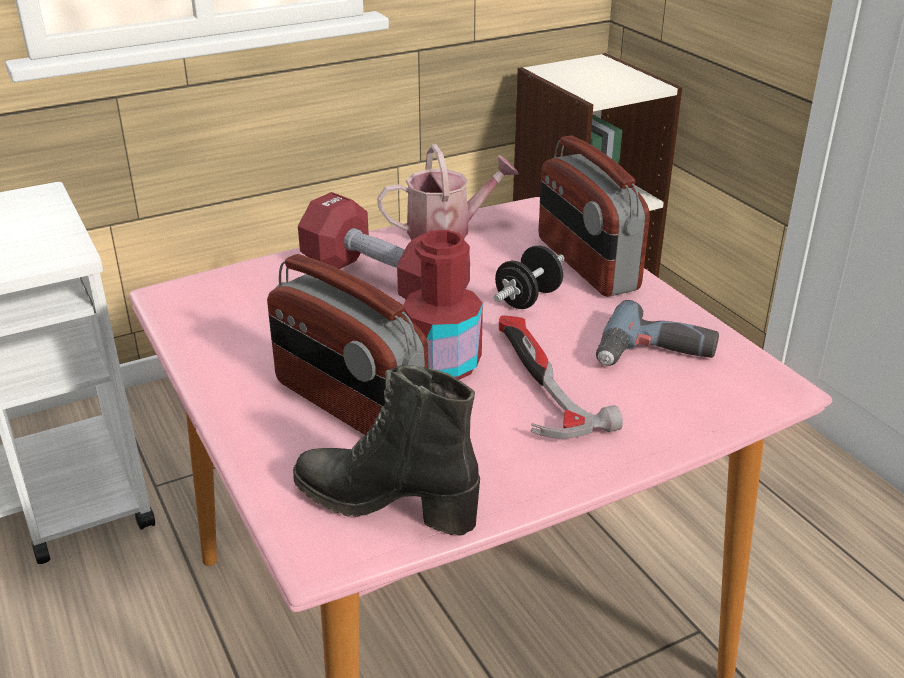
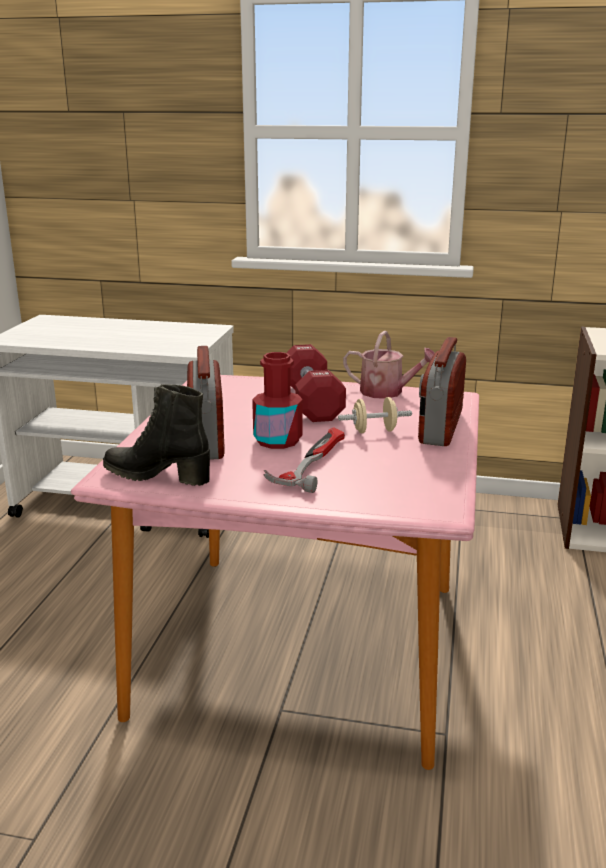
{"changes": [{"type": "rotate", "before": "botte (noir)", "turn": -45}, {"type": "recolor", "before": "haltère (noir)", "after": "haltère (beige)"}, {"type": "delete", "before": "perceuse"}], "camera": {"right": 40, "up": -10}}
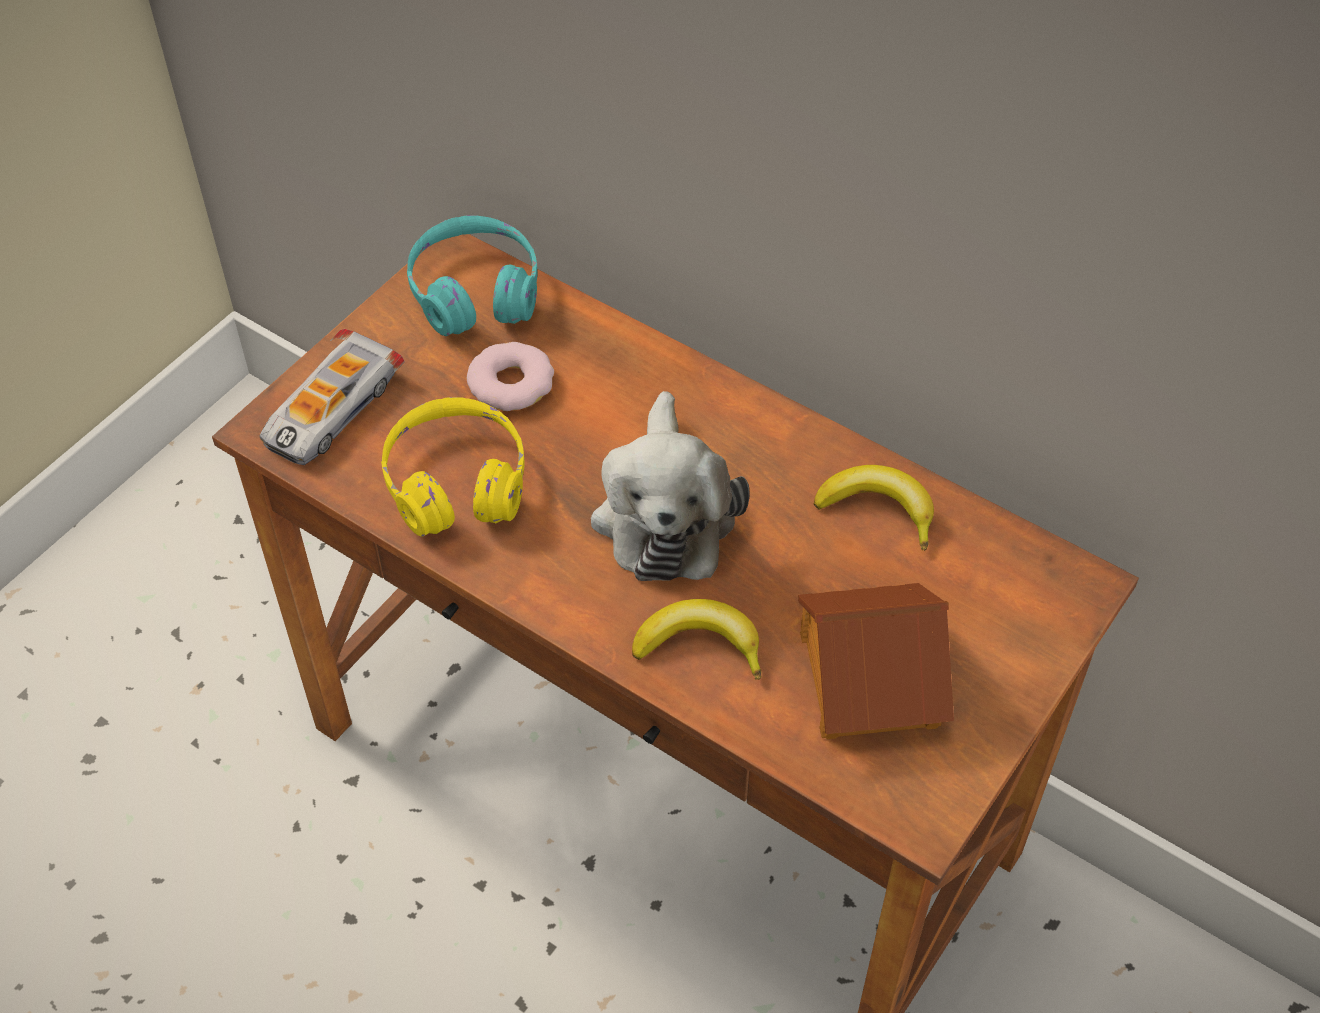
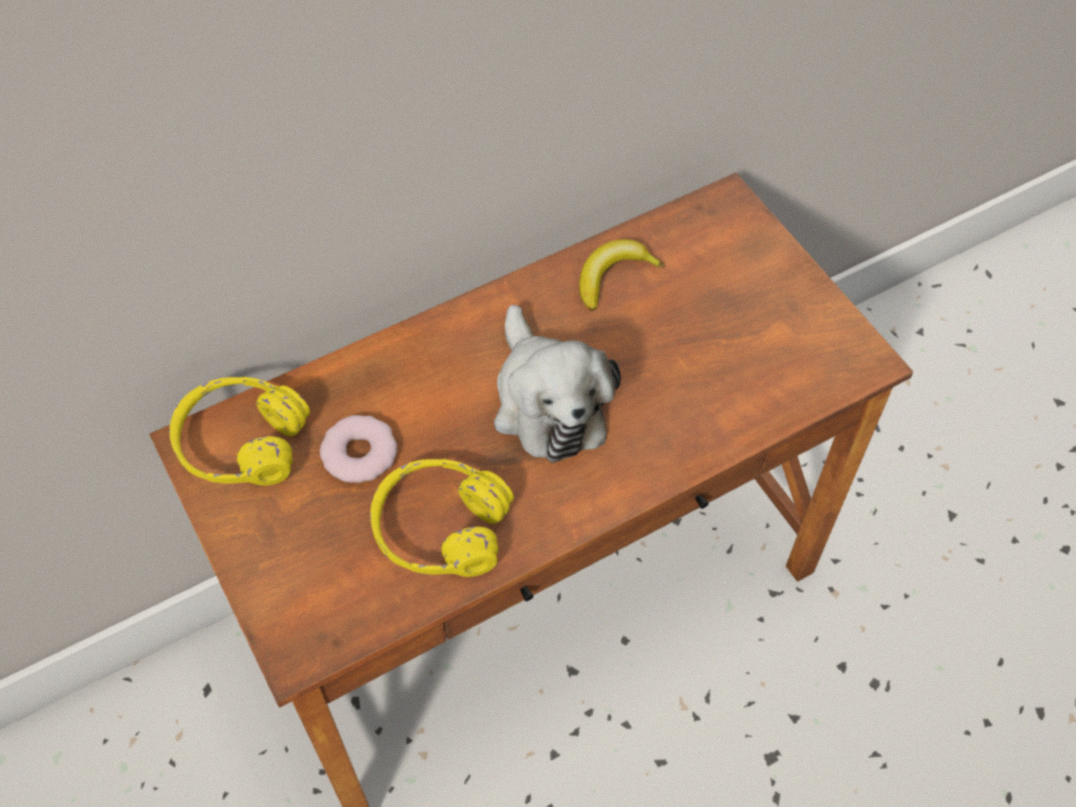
{"changes": [{"type": "recolor", "before": "casque audio (turquoise)", "after": "casque audio (jaune) (1st from left)"}, {"type": "rotate", "before": "peluche", "turn": 45}, {"type": "delete", "before": "petite voiture"}, {"type": "delete", "before": "banane (1st from left)"}, {"type": "delete", "before": "maison miniature"}], "camera": {"right": -65, "up": 5}}
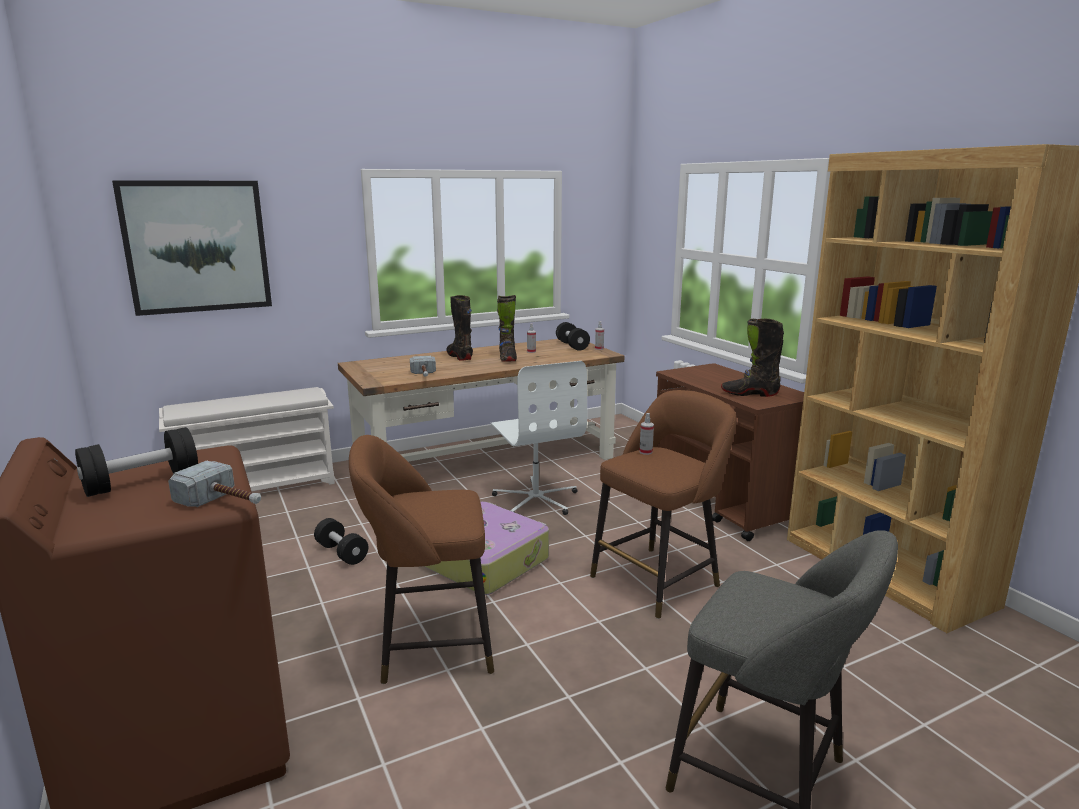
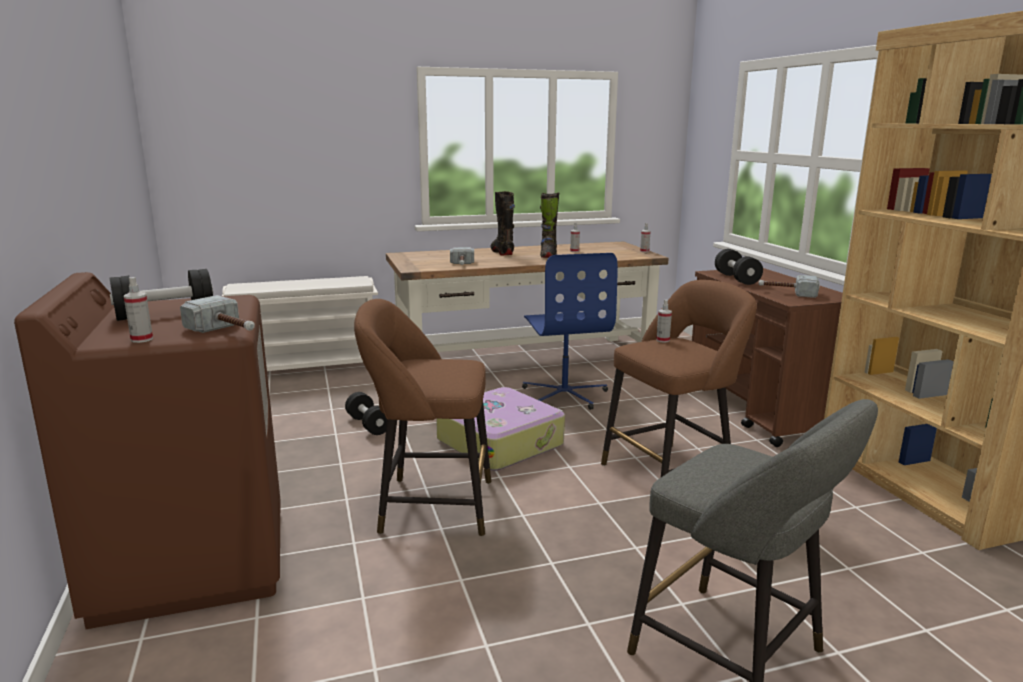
{"changes": [{"type": "insert", "after": "vaporisateur (1st from left)"}, {"type": "recolor", "before": "chaise de bureau (blanc)", "after": "chaise de bureau (bleu)"}, {"type": "move", "before": "haltère (noir) (3rd from left)"}, {"type": "replace", "before": "botte (noir) (3rd from left)", "after": "marteau (3rd from left)"}, {"type": "delete", "before": "tableau"}], "camera": {"right": 10, "up": 0}}
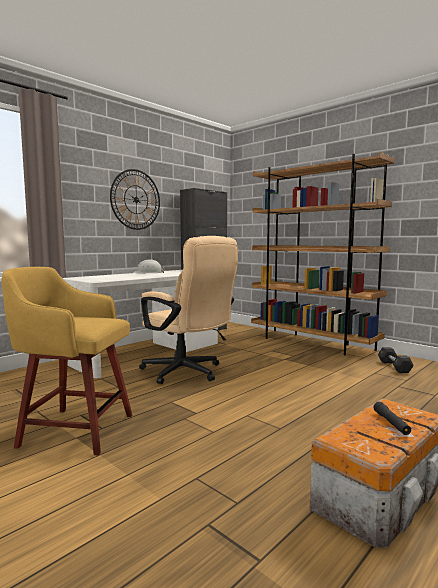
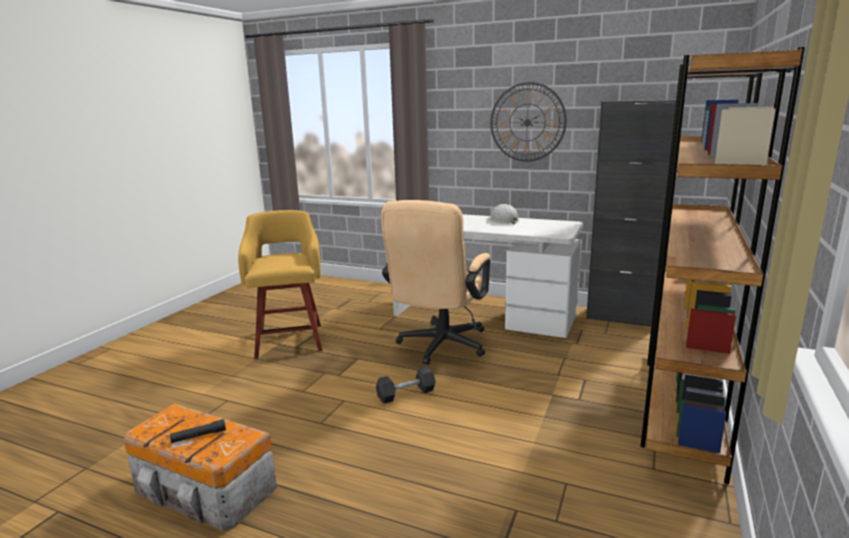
{"changes": [{"type": "move", "before": "haltère (gris)"}], "camera": {"right": 70, "up": 10}}
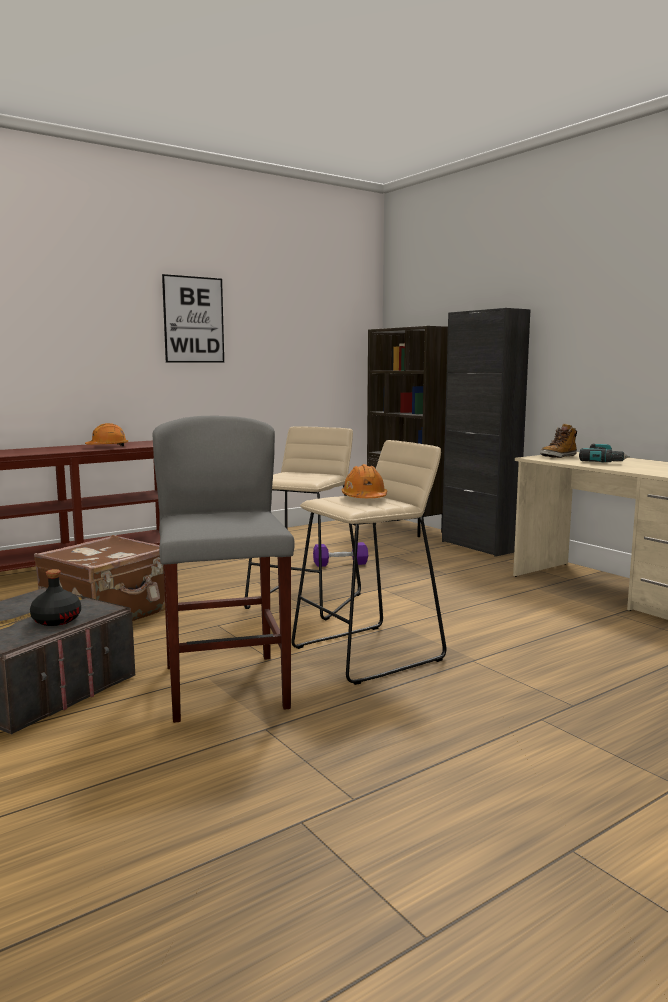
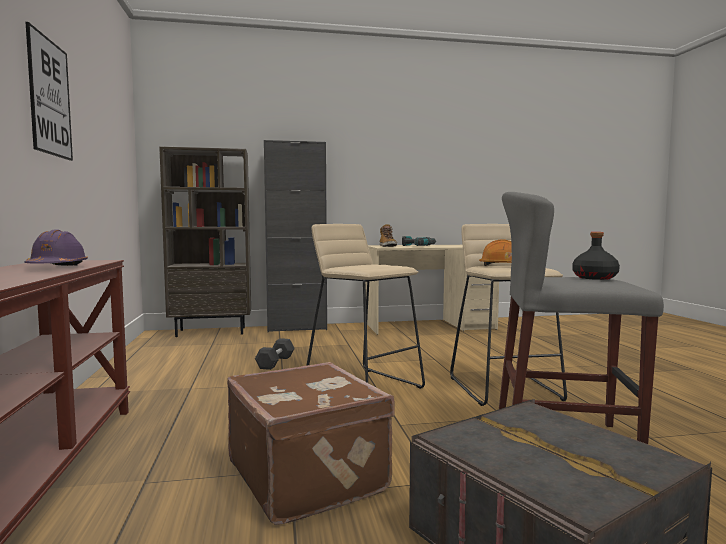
{"changes": [{"type": "recolor", "before": "casque de chantier (orange) (1st from left)", "after": "casque de chantier (violet)"}, {"type": "recolor", "before": "haltère (violet)", "after": "haltère (noir)"}, {"type": "move", "before": "bouteille (noir)"}], "camera": {"right": -65, "up": -5}}
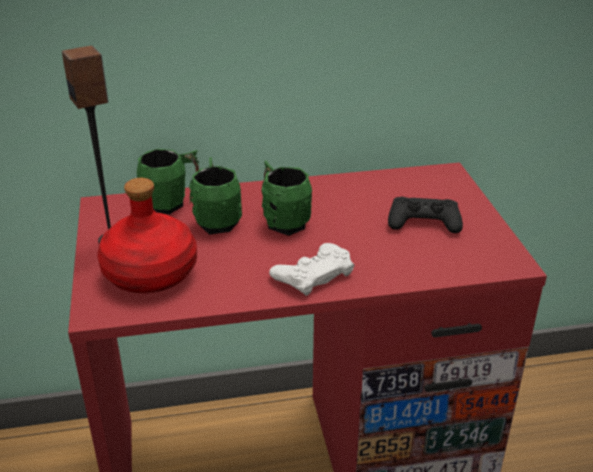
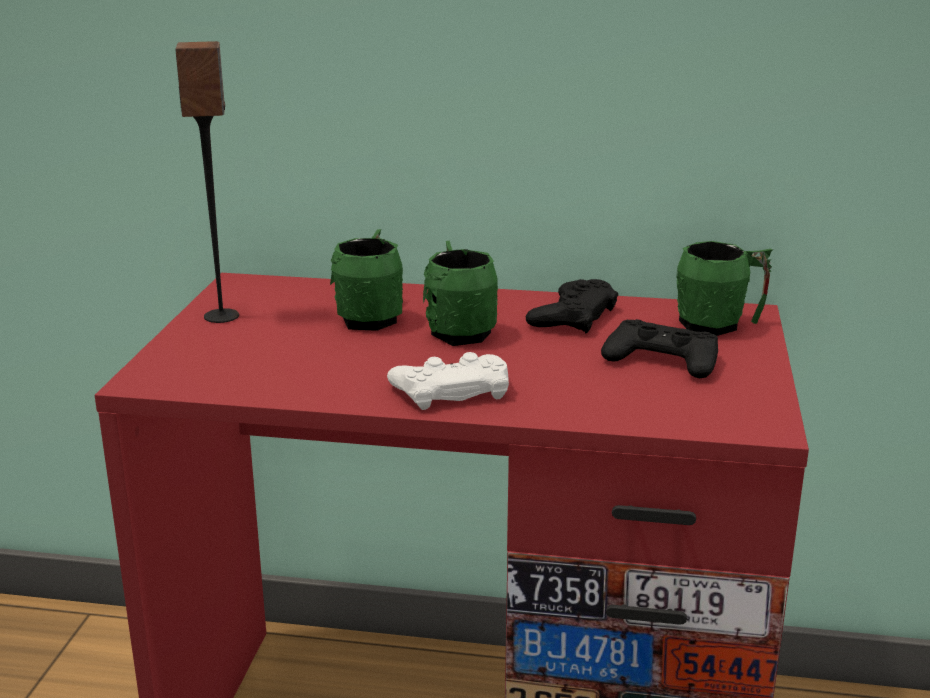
{"changes": [{"type": "insert", "after": "manette (noir) (1st from left)"}, {"type": "move", "before": "mug (vert) (1st from left in the first image)", "after": "mug (vert) (3rd from left)"}, {"type": "delete", "before": "bouteille (rouge)"}], "camera": {"right": 20, "up": -10}}
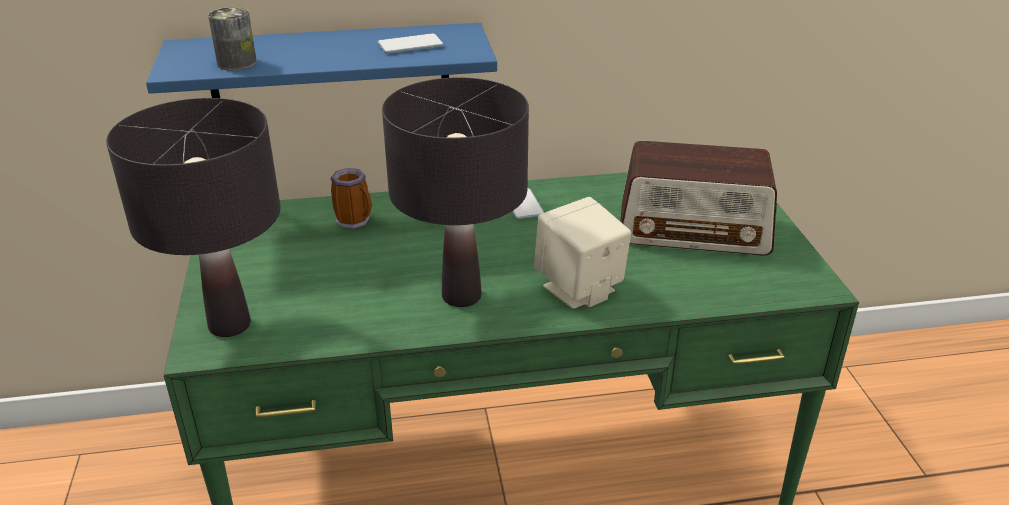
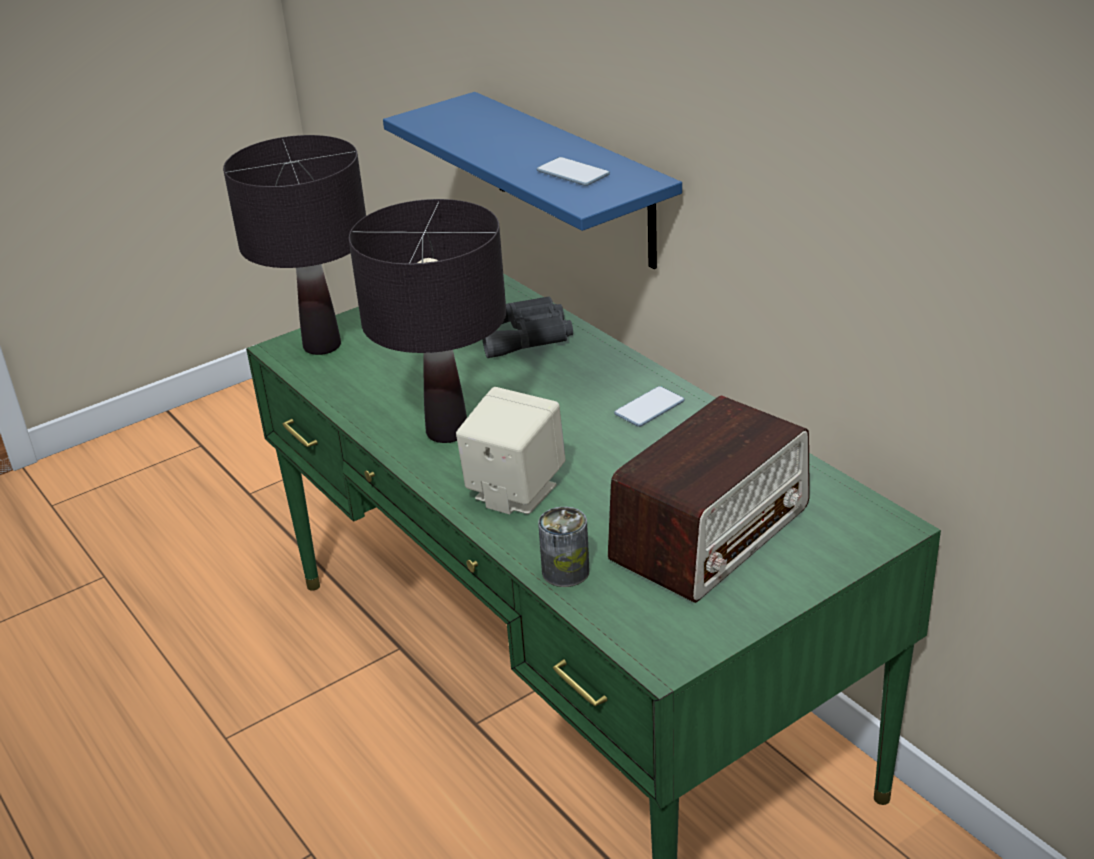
{"changes": [{"type": "replace", "before": "mug", "after": "jumelles (gris)"}, {"type": "move", "before": "boîte métallique"}, {"type": "rotate", "before": "radio", "turn": -120}], "camera": {"right": 65, "up": 0}}
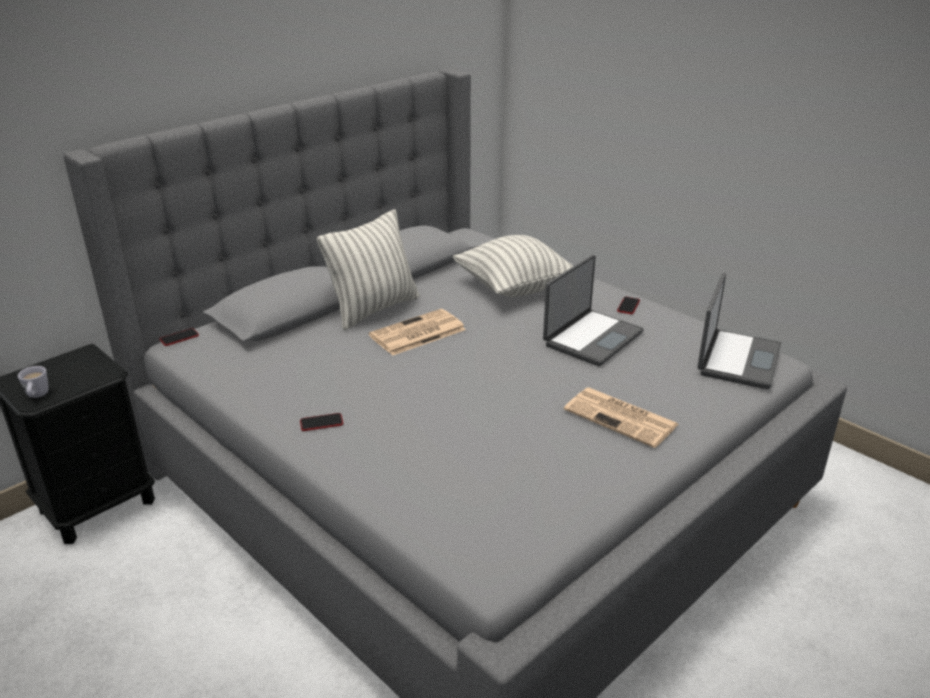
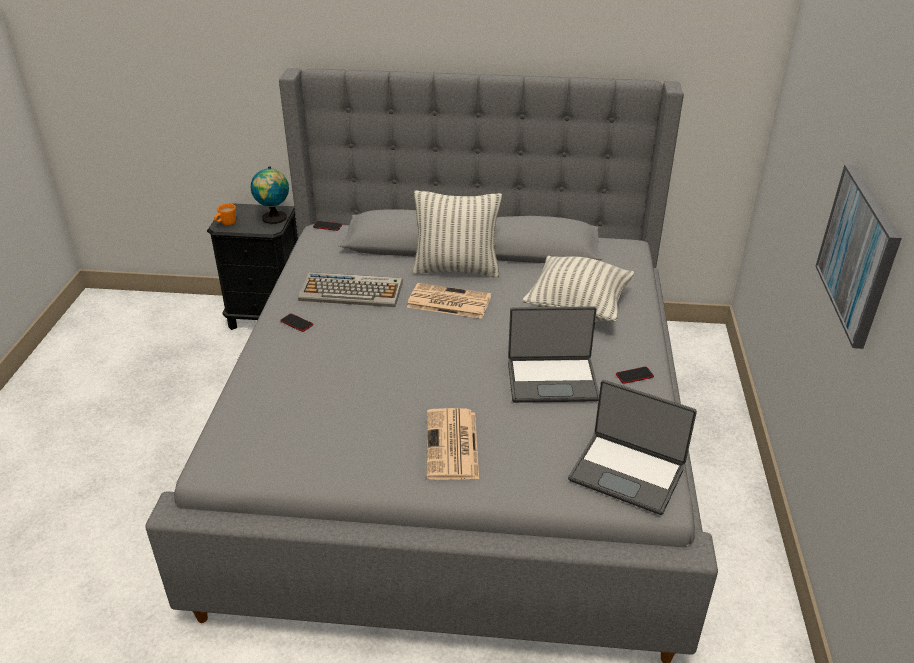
{"changes": [{"type": "recolor", "before": "mug (blanc)", "after": "mug (orange)"}, {"type": "insert", "after": "globe"}, {"type": "insert", "after": "clavier"}, {"type": "rotate", "before": "ordinateur portable (2nd from left)", "turn": 45}, {"type": "insert", "after": "tableau"}], "camera": {"right": 50, "up": 5}}
